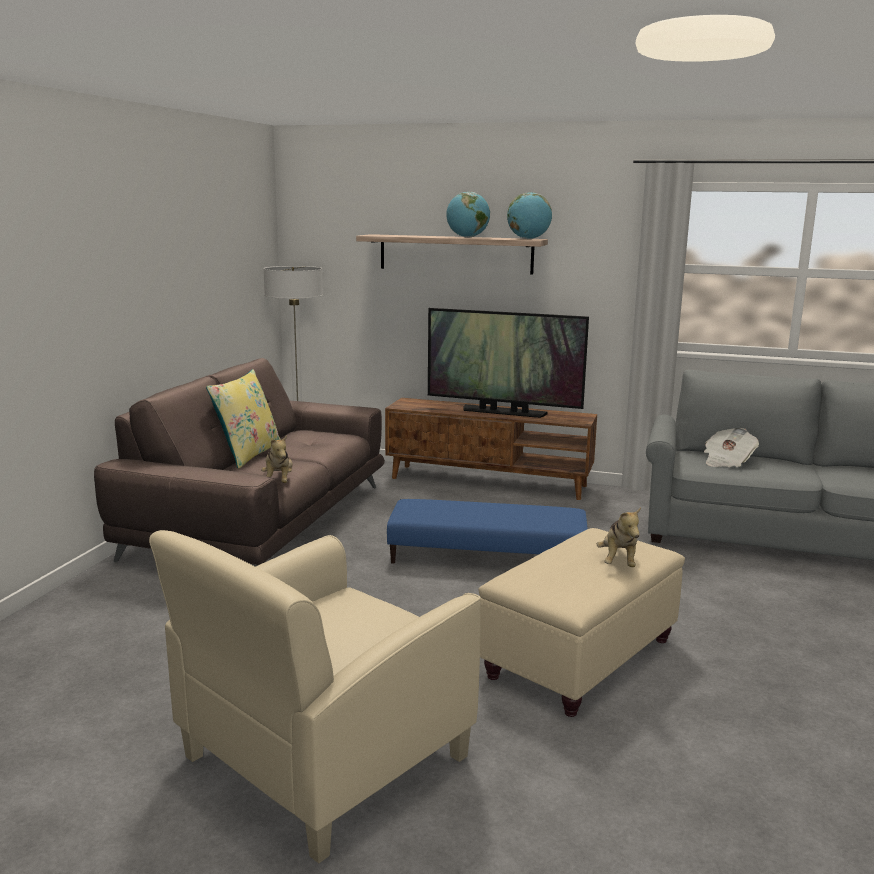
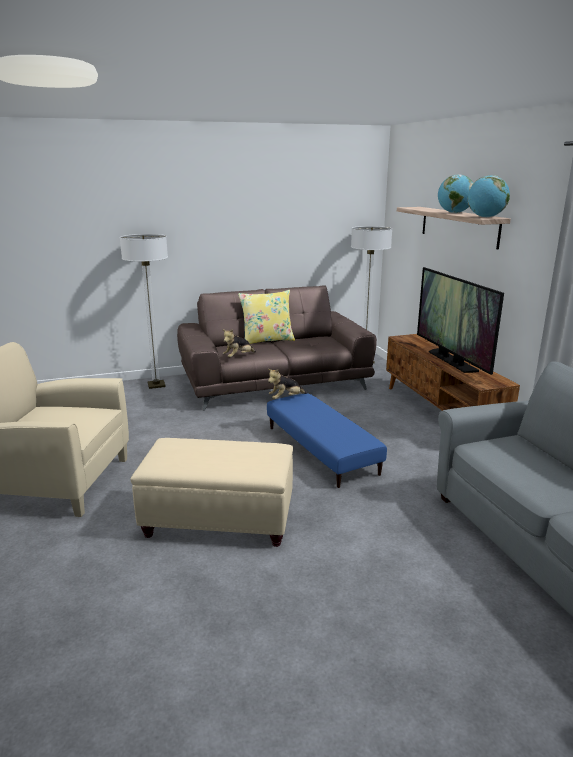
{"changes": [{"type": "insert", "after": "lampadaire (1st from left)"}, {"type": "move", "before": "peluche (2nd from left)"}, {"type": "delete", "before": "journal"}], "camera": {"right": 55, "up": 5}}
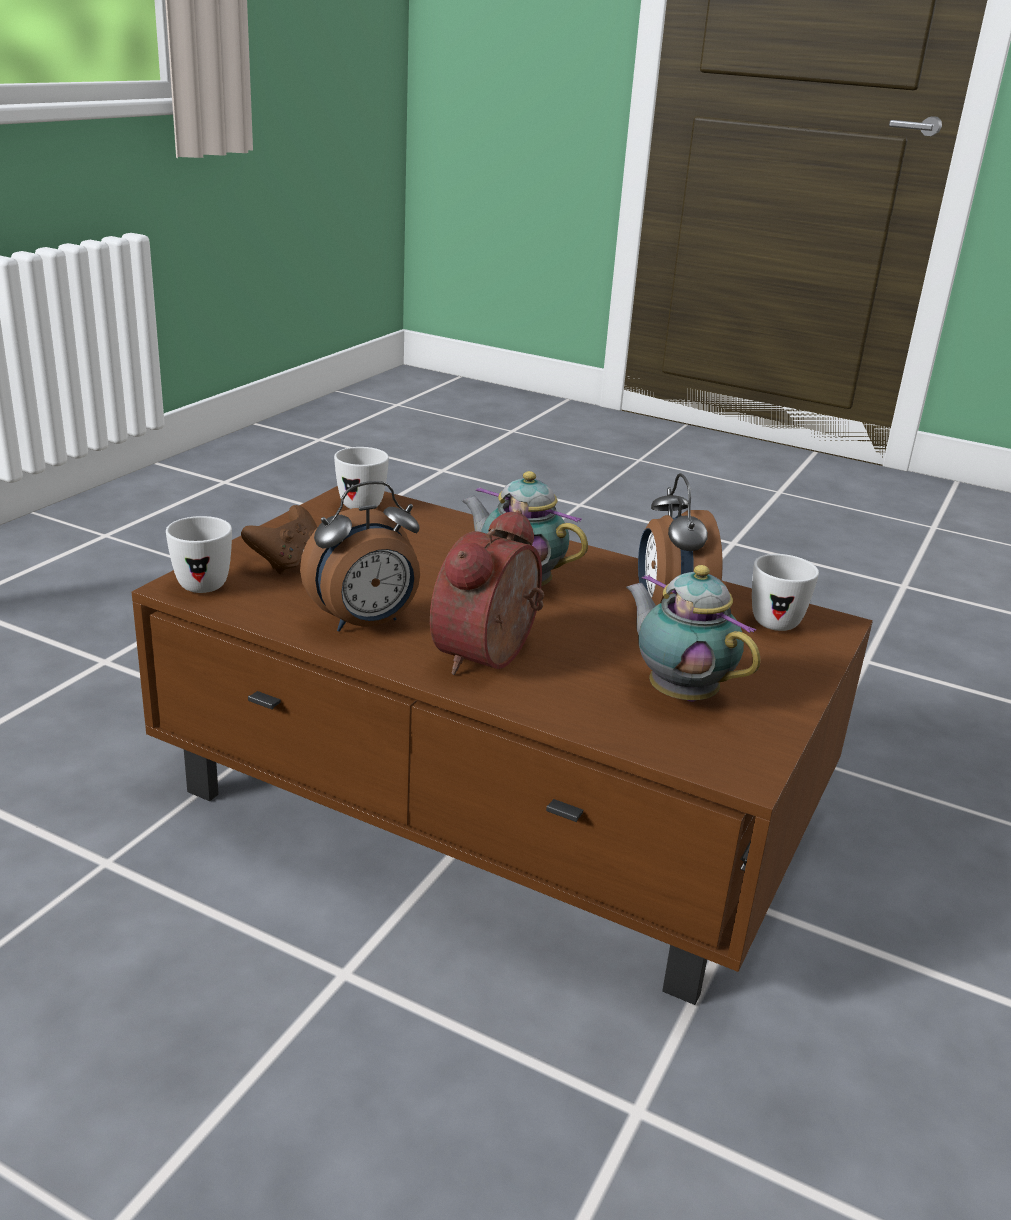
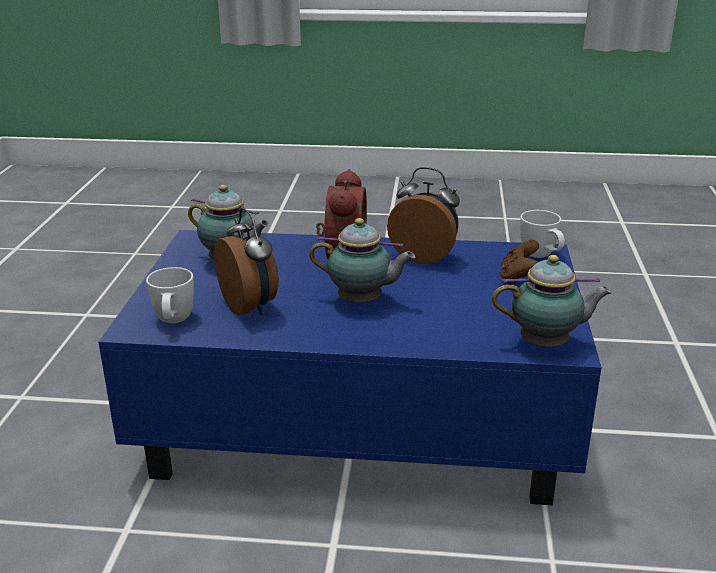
{"changes": [{"type": "recolor", "before": "table basse (marron)", "after": "table basse (bleu)"}, {"type": "rotate", "before": "réveil (1st from left in the first image)", "turn": 75}, {"type": "replace", "before": "mug (blanc) (2nd from left)", "after": "théière (3rd from left)"}], "camera": {"right": 160, "up": 0}}
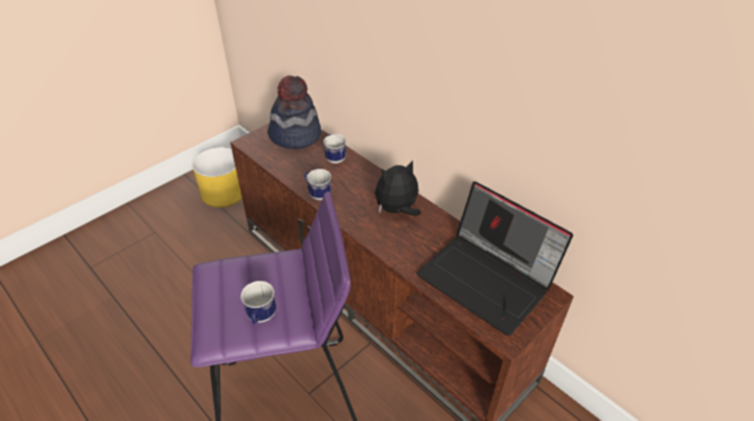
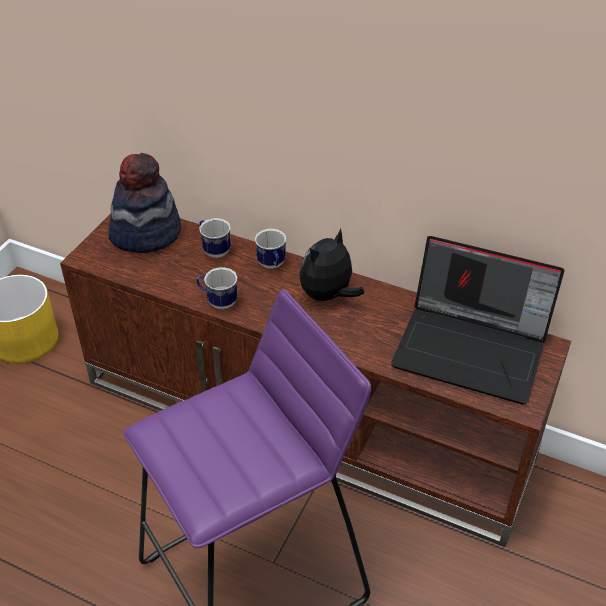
{"changes": [{"type": "move", "before": "mug (1st from left in the first image)", "after": "mug (3rd from left)"}], "camera": {"right": -20, "up": 0}}
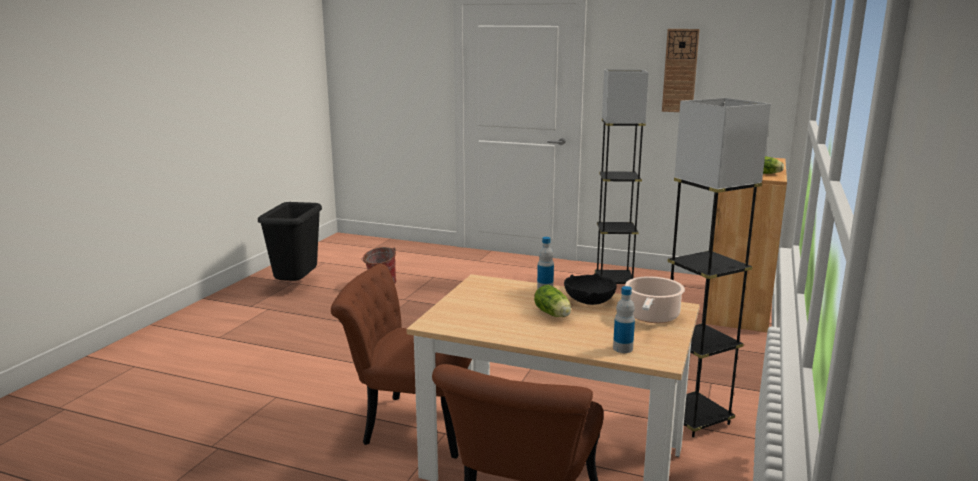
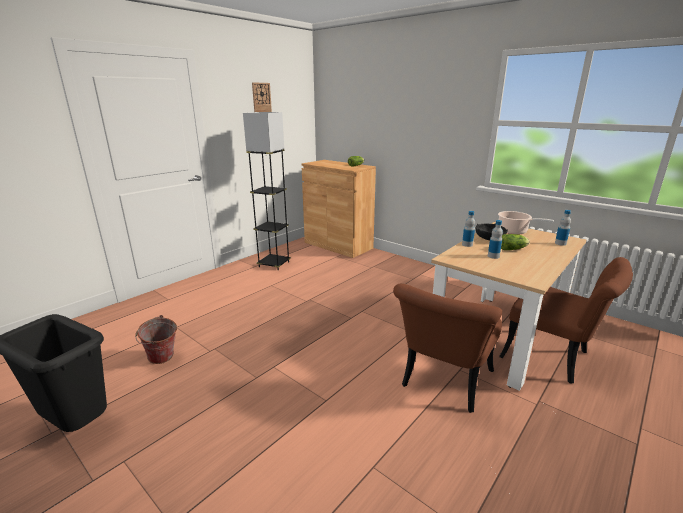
{"changes": [{"type": "insert", "after": "bouteille (2nd from left)"}, {"type": "delete", "before": "lampadaire (gris) (2nd from left)"}], "camera": {"right": -70, "up": 5}}
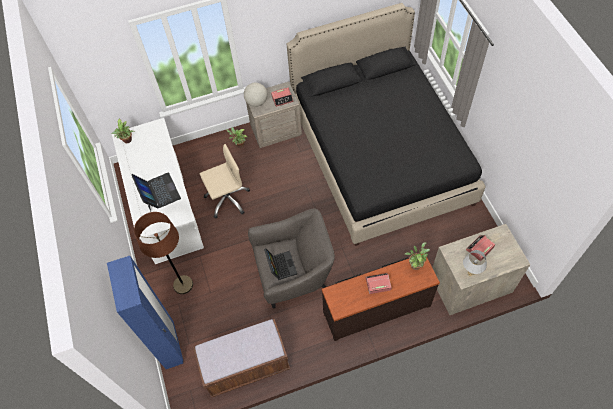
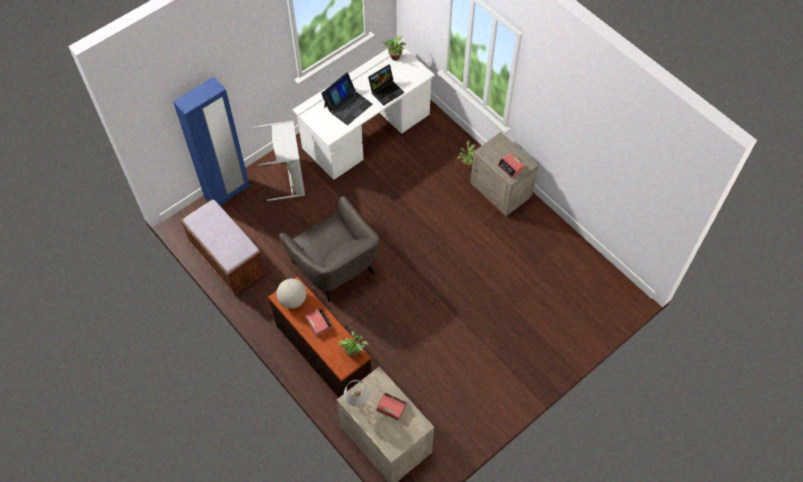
{"changes": [{"type": "replace", "before": "lampadaire (marron)", "after": "panier à linge (gris)"}, {"type": "move", "before": "globe"}, {"type": "move", "before": "ordinateur portable (2nd from left)"}, {"type": "delete", "before": "chaise de bureau (beige)"}, {"type": "delete", "before": "lit (noir)"}], "camera": {"right": 65, "up": 0}}
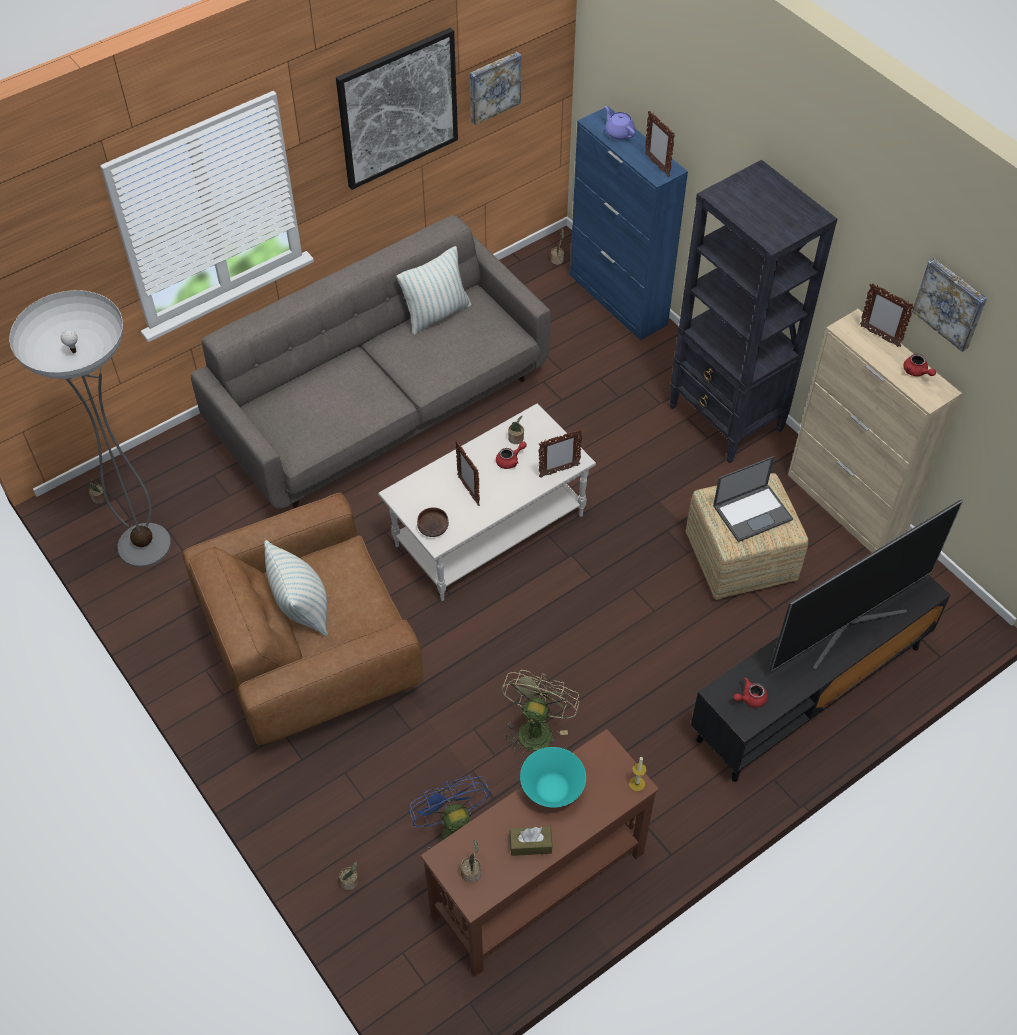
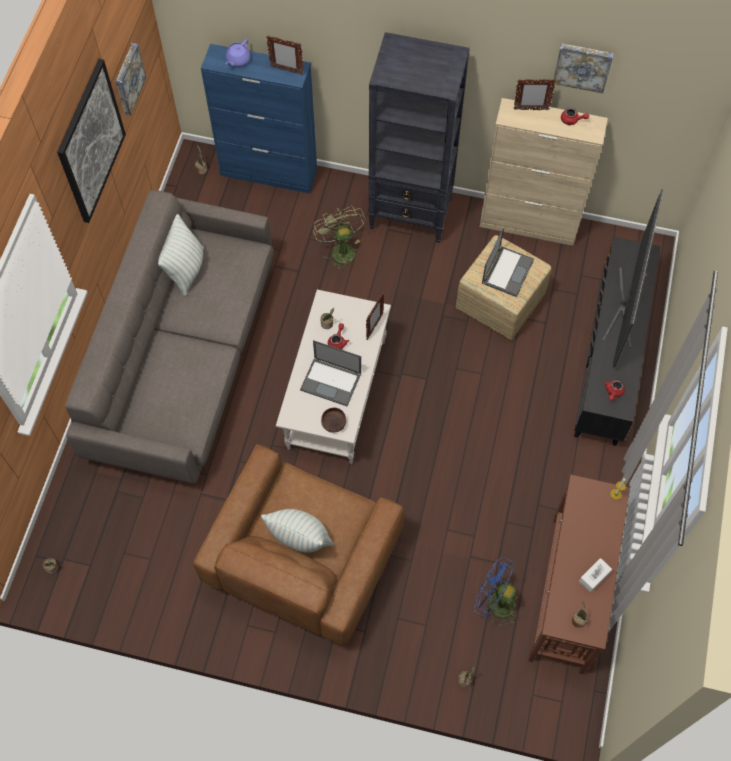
{"changes": [{"type": "rotate", "before": "théière (violet)", "turn": -75}, {"type": "replace", "before": "cadre photo (1st from left)", "after": "ordinateur portable (1st from left)"}, {"type": "move", "before": "ventilateur (vert)"}, {"type": "recolor", "before": "boîte à mouchoirs (marron)", "after": "boîte à mouchoirs (blanc)"}, {"type": "delete", "before": "lampadaire"}, {"type": "delete", "before": "bol (turquoise)"}], "camera": {"right": -40, "up": 10}}
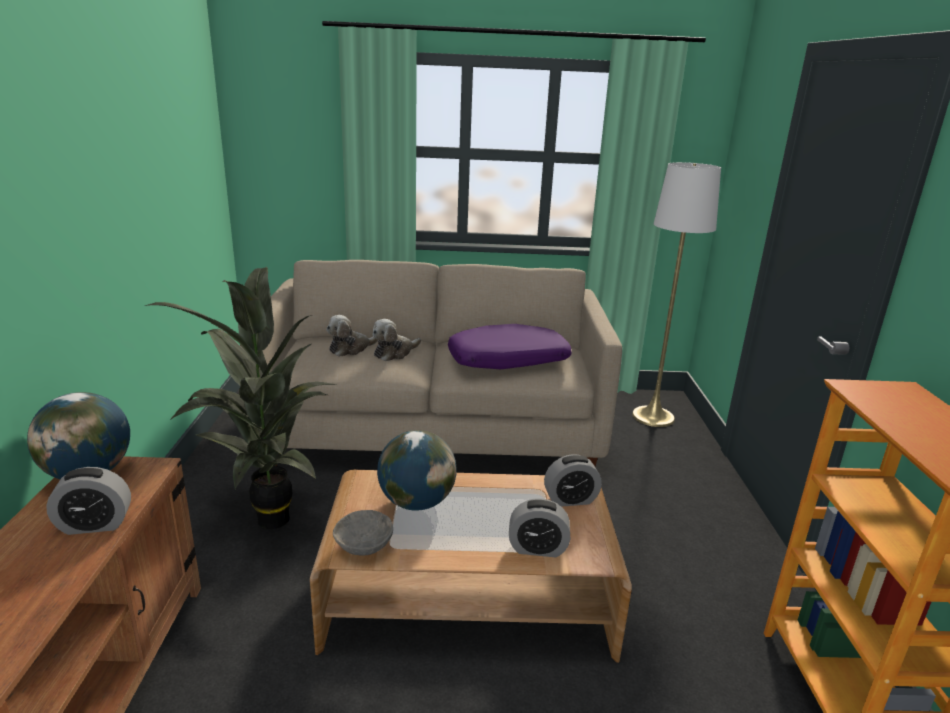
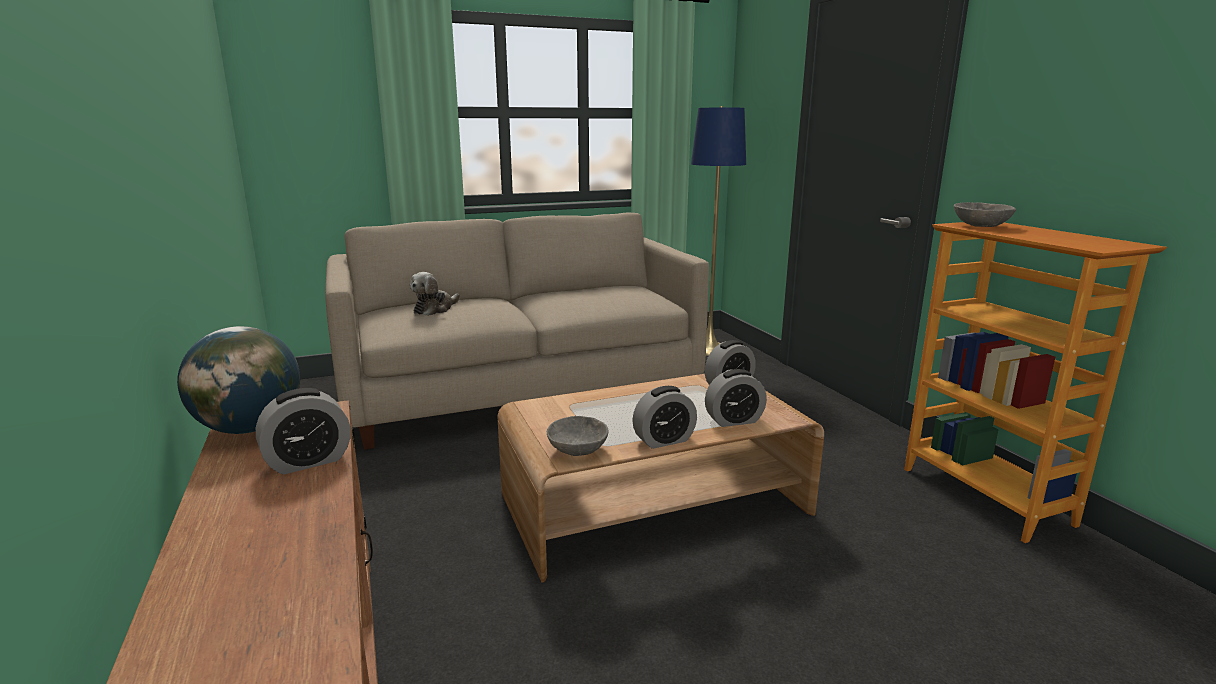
{"changes": [{"type": "insert", "after": "réveil (2nd from left)"}, {"type": "recolor", "before": "lampadaire (blanc)", "after": "lampadaire (bleu)"}, {"type": "insert", "after": "bol (gris) (2nd from left)"}, {"type": "delete", "before": "plante en pot"}, {"type": "delete", "before": "peluche (2nd from left)"}, {"type": "delete", "before": "globe (2nd from left)"}, {"type": "delete", "before": "coussin (violet)"}], "camera": {"right": -20, "up": -5}}
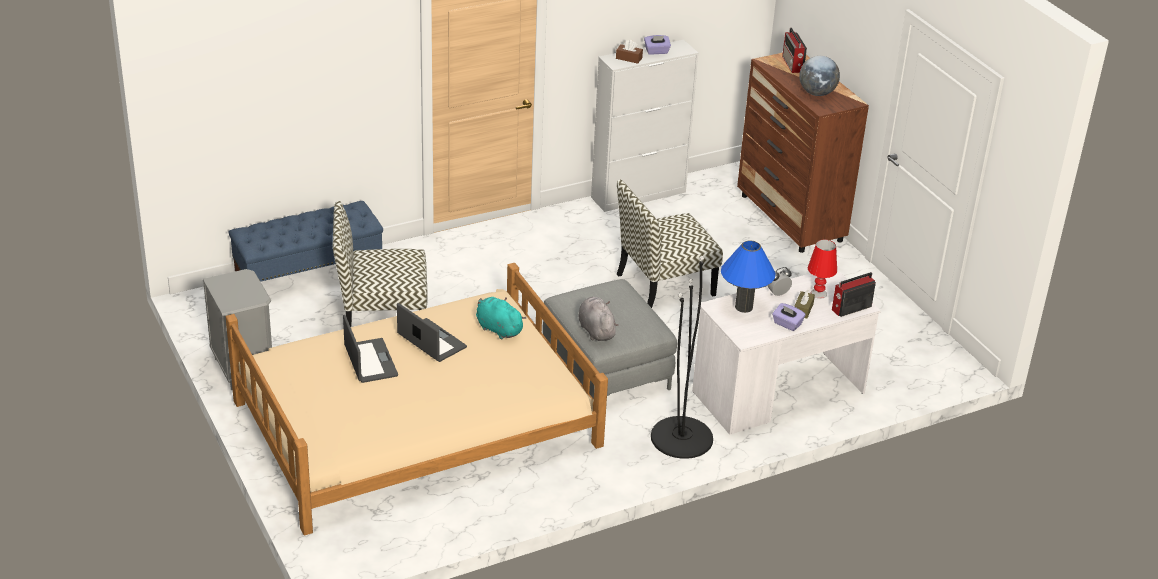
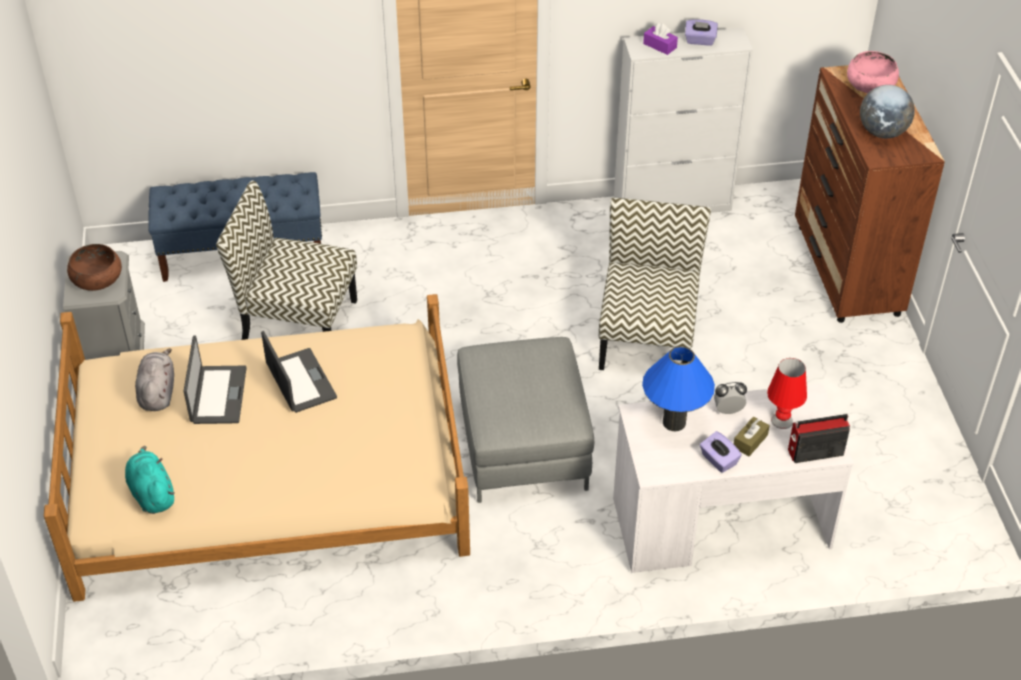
{"changes": [{"type": "insert", "after": "bol (marron)"}, {"type": "move", "before": "peluche (turquoise)"}, {"type": "move", "before": "peluche (gris)"}, {"type": "rotate", "before": "chaise (2nd from left)", "turn": 105}, {"type": "recolor", "before": "boîte à mouchoirs (marron) (1st from left)", "after": "boîte à mouchoirs (violet) (1st from left)"}, {"type": "replace", "before": "radio (1st from left)", "after": "bol (rose)"}, {"type": "delete", "before": "lampadaire (noir)"}], "camera": {"right": 20, "up": 10}}
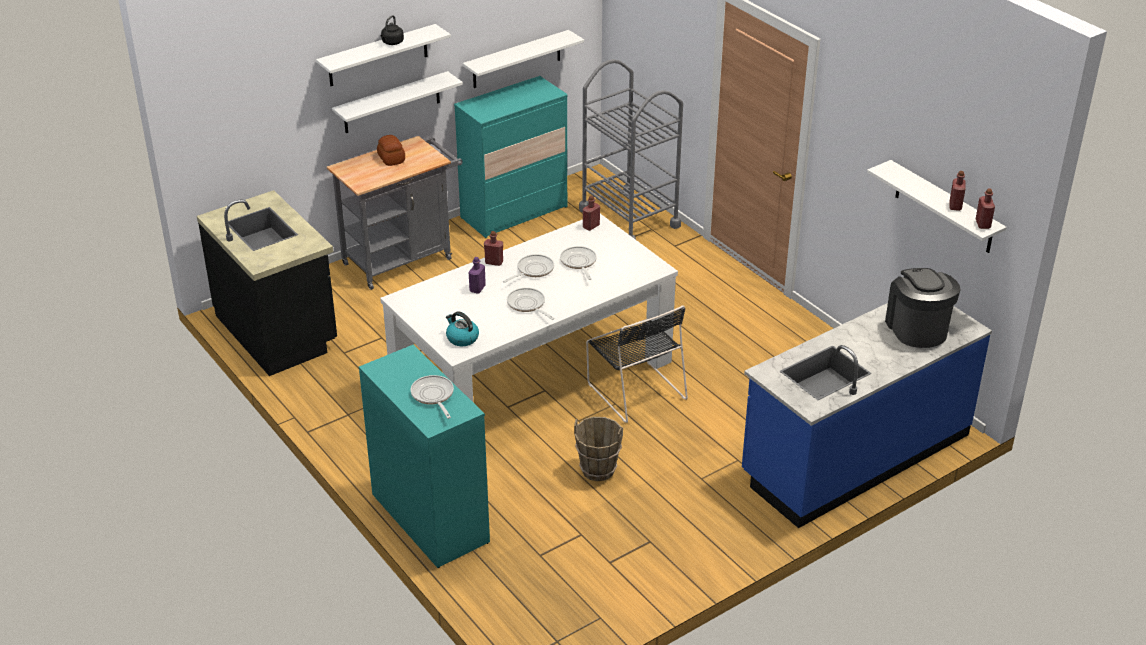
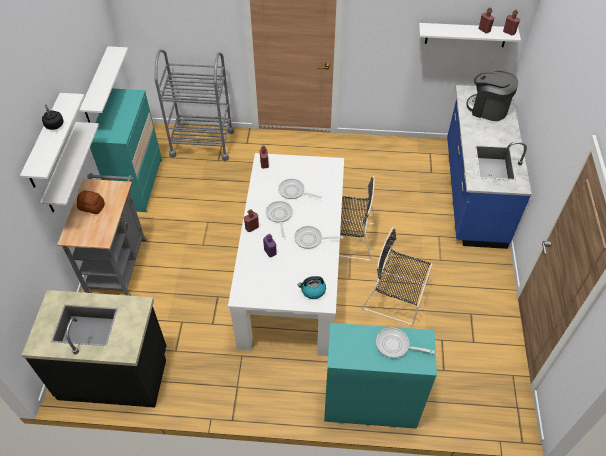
{"changes": [{"type": "replace", "before": "seau (marron)", "after": "chaise (noir) (2nd from left)"}], "camera": {"right": -50, "up": 15}}
